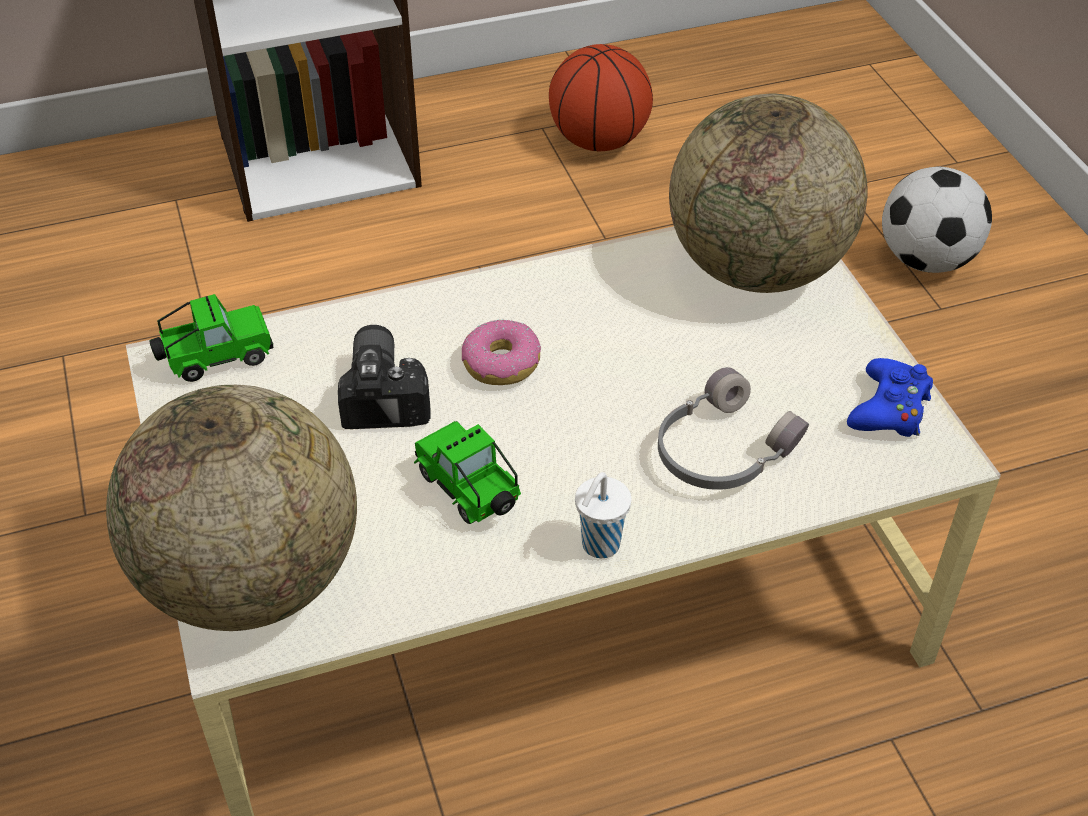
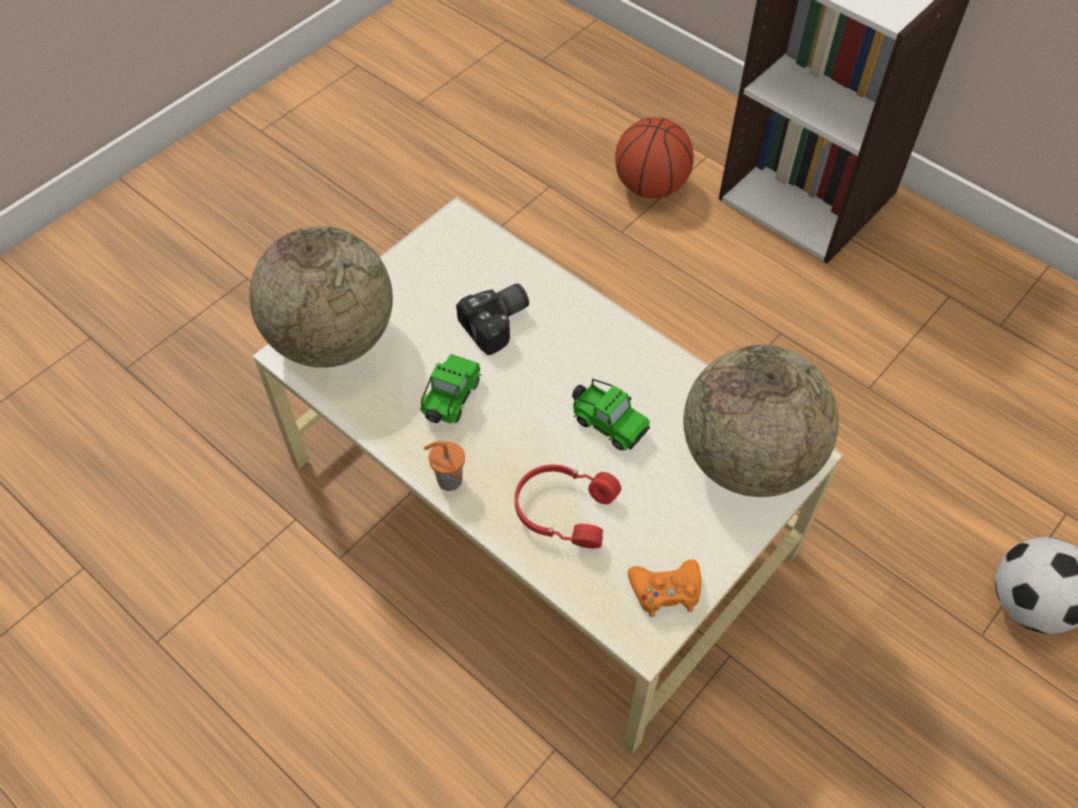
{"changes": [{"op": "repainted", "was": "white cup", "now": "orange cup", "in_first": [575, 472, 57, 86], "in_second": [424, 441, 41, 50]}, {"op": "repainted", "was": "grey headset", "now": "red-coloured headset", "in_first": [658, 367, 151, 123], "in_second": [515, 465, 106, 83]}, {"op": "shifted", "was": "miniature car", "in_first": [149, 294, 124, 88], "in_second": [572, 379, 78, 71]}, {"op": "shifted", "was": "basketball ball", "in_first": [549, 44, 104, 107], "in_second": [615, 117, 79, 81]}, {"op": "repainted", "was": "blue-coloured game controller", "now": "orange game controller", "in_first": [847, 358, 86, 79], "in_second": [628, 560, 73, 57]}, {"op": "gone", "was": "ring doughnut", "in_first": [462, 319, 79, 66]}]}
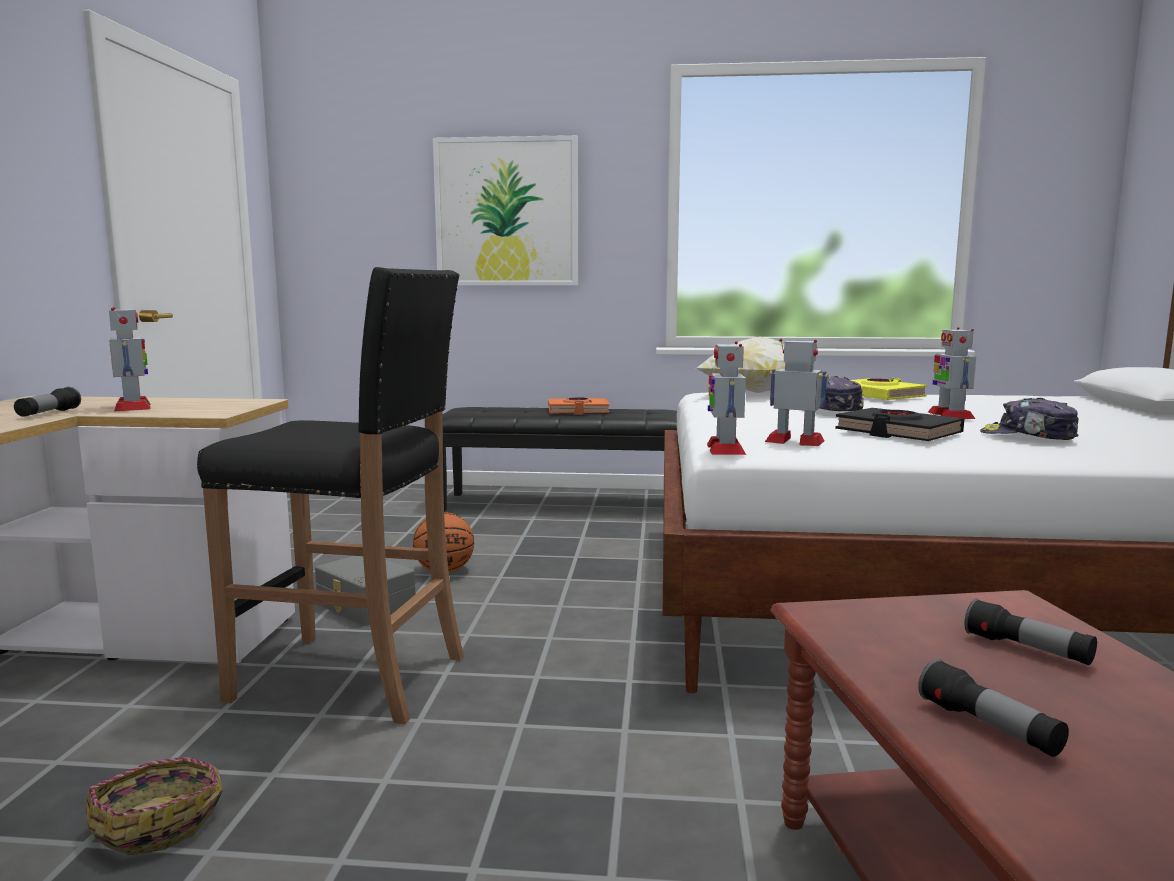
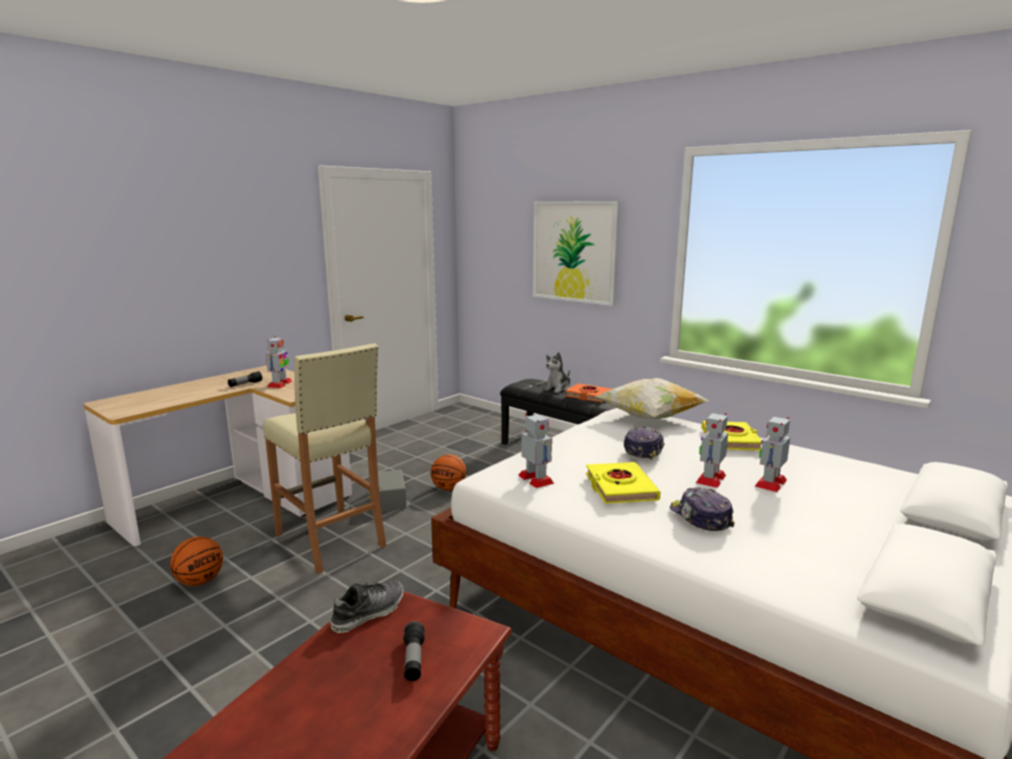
{"changes": [{"op": "swapped", "was": "storage basket", "now": "basketball ball", "in_first": [86, 757, 137, 98], "in_second": [170, 537, 53, 49]}, {"op": "repainted", "was": "blackish sitting stool", "now": "beige sitting stool", "in_first": [197, 267, 267, 457], "in_second": [263, 343, 124, 231]}, {"op": "new", "now": "shoe", "in_second": [330, 579, 74, 54]}, {"op": "new", "now": "plush toy", "in_second": [544, 352, 27, 41]}, {"op": "repainted", "was": "blackish volume", "now": "yellow volume", "in_first": [835, 408, 130, 33], "in_second": [586, 462, 75, 42]}, {"op": "shifted", "was": "robot figure", "in_first": [707, 341, 39, 114], "in_second": [755, 417, 35, 75]}, {"op": "gone", "was": "hand torch", "in_first": [918, 659, 151, 98]}]}
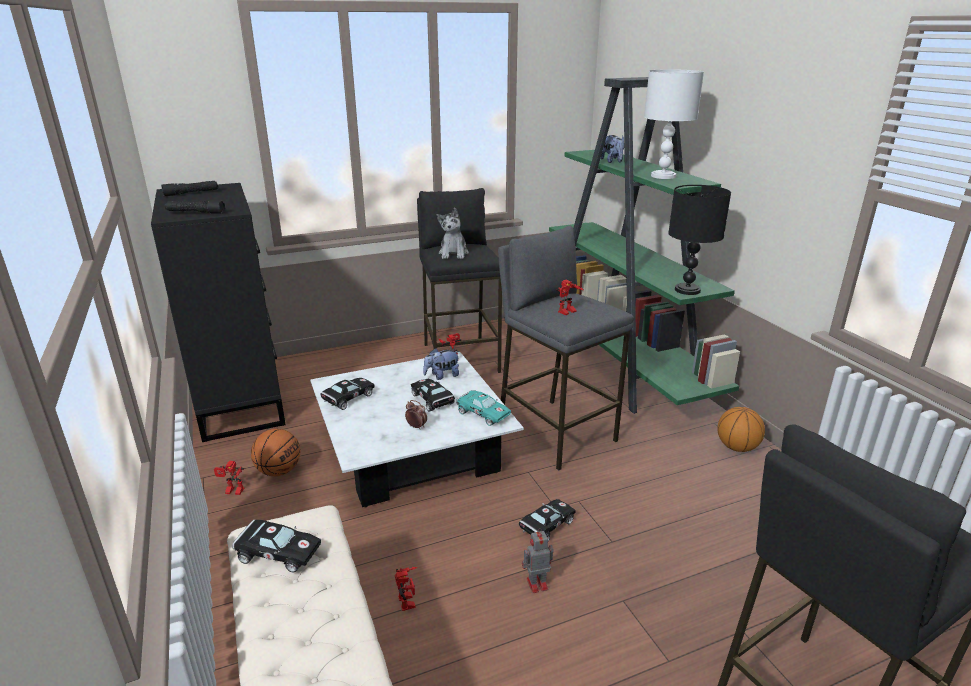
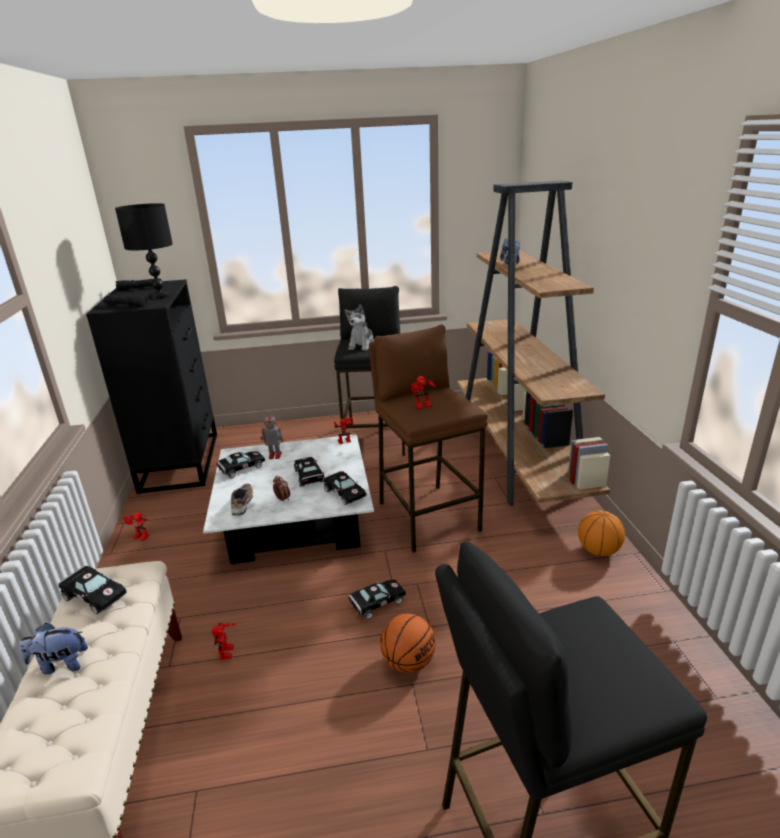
{"changes": [{"op": "shifted", "was": "plush toy", "in_first": [423, 348, 37, 32], "in_second": [19, 623, 69, 52]}, {"op": "shifted", "was": "blackish lamp for a table", "in_first": [668, 185, 63, 110], "in_second": [115, 203, 58, 96]}, {"op": "new", "now": "shoe", "in_second": [231, 483, 22, 33]}, {"op": "shifted", "was": "robot figure", "in_first": [522, 528, 31, 65], "in_second": [260, 413, 23, 46]}, {"op": "repainted", "was": "turquoise miniature car", "now": "blackish miniature car", "in_first": [456, 390, 55, 36], "in_second": [323, 471, 43, 34]}, {"op": "repainted", "was": "grey sitting stool", "now": "brown-coloured sitting stool", "in_first": [498, 225, 136, 245], "in_second": [369, 325, 119, 228]}, {"op": "shifted", "was": "basketball ball", "in_first": [251, 429, 49, 47], "in_second": [380, 614, 56, 59]}, {"op": "repainted", "was": "greenish shelving unit", "now": "brown-coloured shelving unit", "in_first": [549, 77, 191, 337], "in_second": [457, 180, 154, 326]}, {"op": "gone", "was": "white lamp for a table", "in_first": [644, 69, 60, 110]}]}
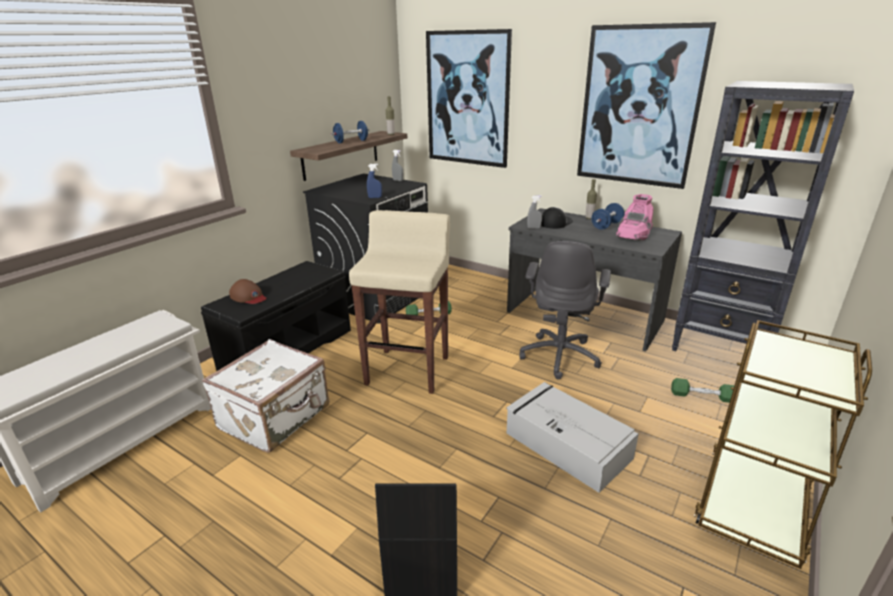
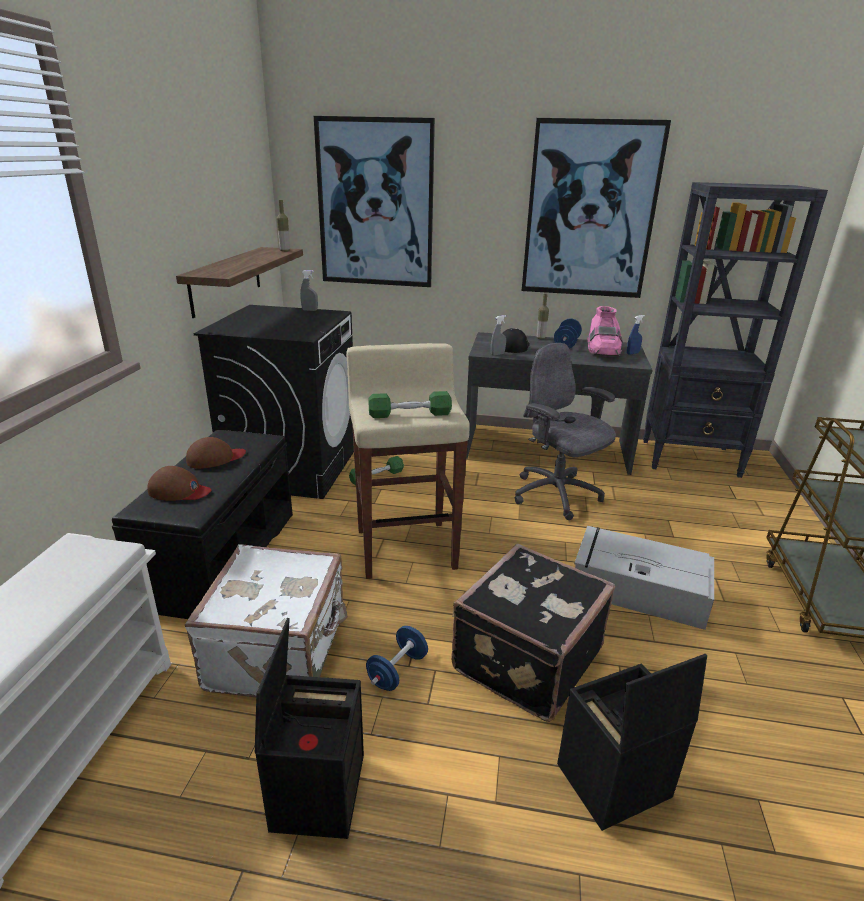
{"changes": [{"op": "new", "now": "brown-coloured cap", "in_second": [186, 437, 60, 32]}, {"op": "new", "now": "blackish storage bin", "in_second": [255, 618, 109, 221]}, {"op": "shifted", "was": "blue-coloured free weight", "in_first": [331, 121, 39, 22], "in_second": [366, 626, 62, 65]}, {"op": "shifted", "was": "greenish free weight", "in_first": [671, 378, 64, 25], "in_second": [368, 391, 84, 27]}, {"op": "new", "now": "blackish travel case", "in_second": [451, 544, 164, 178]}, {"op": "rotated", "was": "grey desk chair", "in_first": [519, 241, 92, 139], "in_second": [515, 343, 101, 177], "clockwise": 150}, {"op": "shifted", "was": "blue-coloured sprayer", "in_first": [367, 164, 15, 34], "in_second": [627, 315, 18, 40]}]}
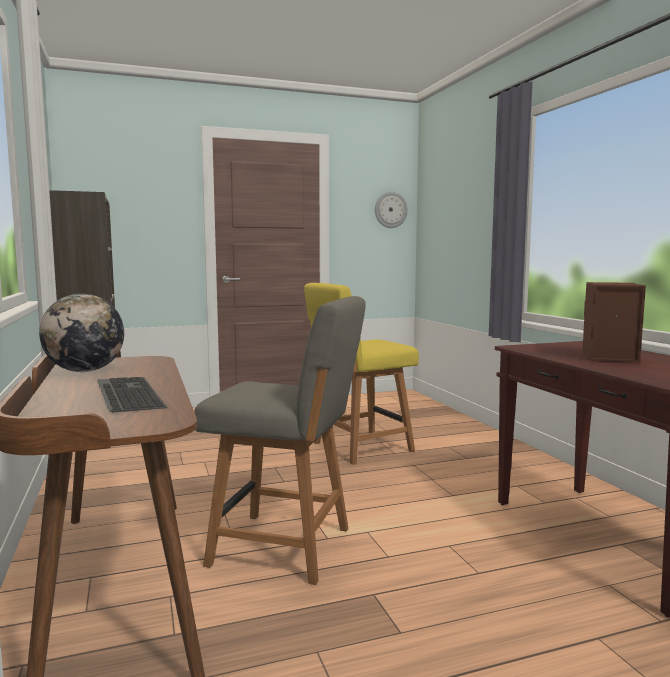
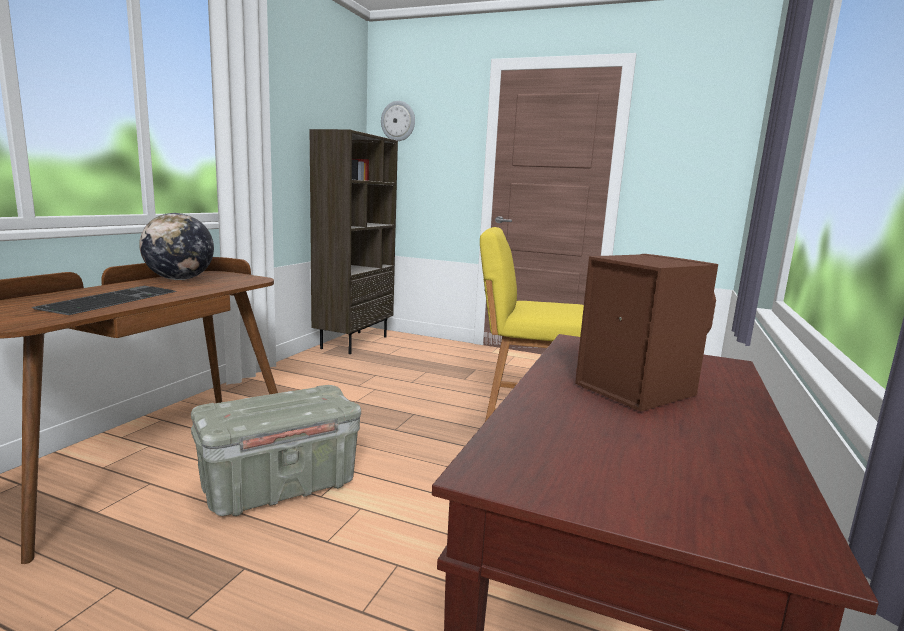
{"changes": [{"op": "swapped", "was": "grey plain chair", "now": "grey storage bin", "in_first": [194, 296, 171, 289], "in_second": [191, 385, 170, 131]}, {"op": "shifted", "was": "hanging clock", "in_first": [375, 192, 33, 36], "in_second": [381, 101, 34, 40]}]}
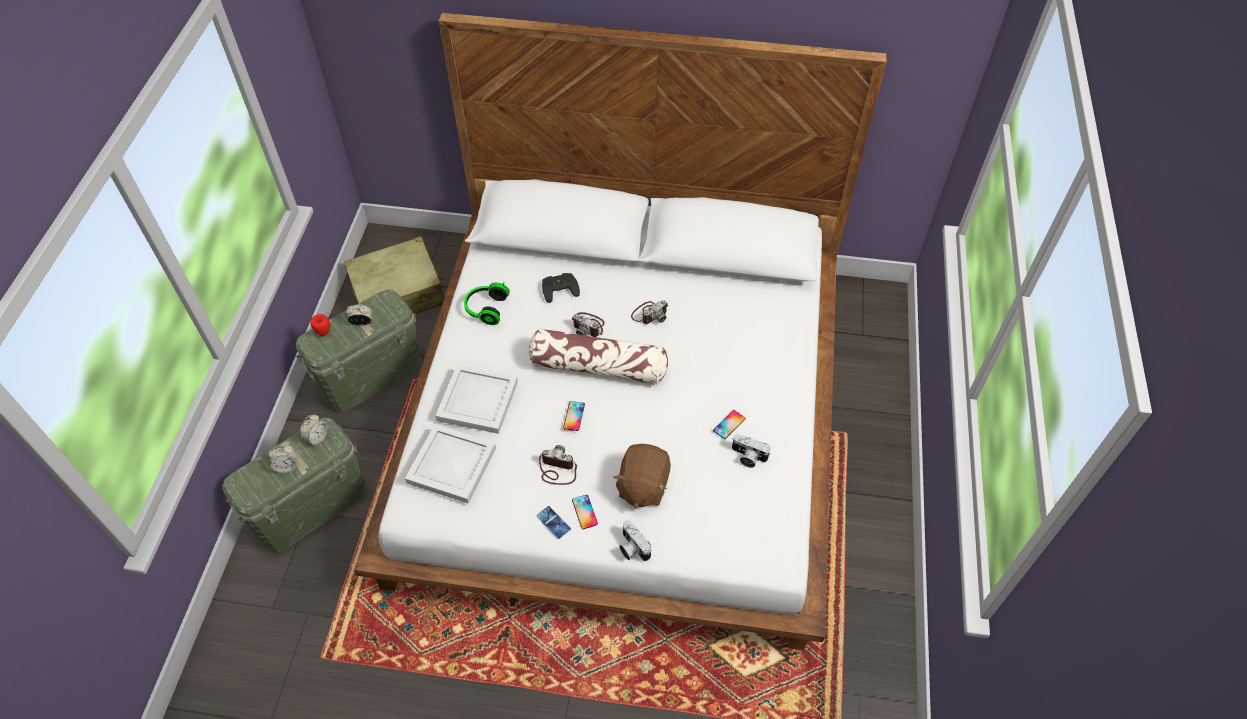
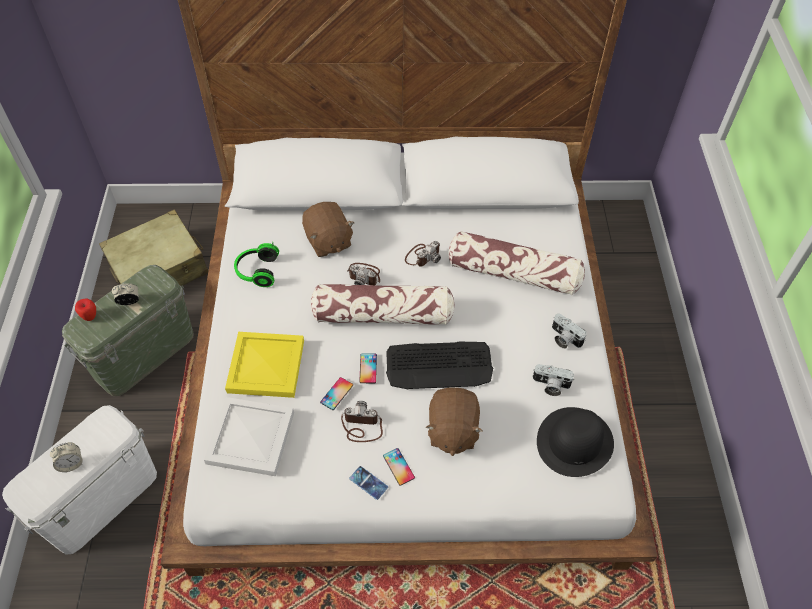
{"changes": [{"op": "repainted", "was": "greenish storage bin", "now": "white storage bin", "in_first": [222, 418, 144, 135], "in_second": [2, 405, 155, 150]}, {"op": "repainted", "was": "white tray", "now": "yellow tray", "in_first": [436, 364, 82, 70], "in_second": [225, 332, 79, 66]}, {"op": "swapped", "was": "blackish game controller", "now": "brown-coloured plush toy", "in_first": [542, 273, 38, 30], "in_second": [302, 202, 52, 55]}, {"op": "shifted", "was": "phone", "in_first": [713, 410, 33, 29], "in_second": [320, 377, 33, 33]}, {"op": "new", "now": "keyboard", "in_second": [386, 342, 107, 47]}, {"op": "new", "now": "cushion", "in_second": [448, 231, 137, 64]}, {"op": "new", "now": "blackish wearable hat", "in_second": [537, 407, 77, 70]}, {"op": "shifted", "was": "still camera", "in_first": [620, 520, 31, 41], "in_second": [552, 314, 35, 35]}, {"op": "gone", "was": "bedside clock", "in_first": [300, 415, 28, 30]}]}
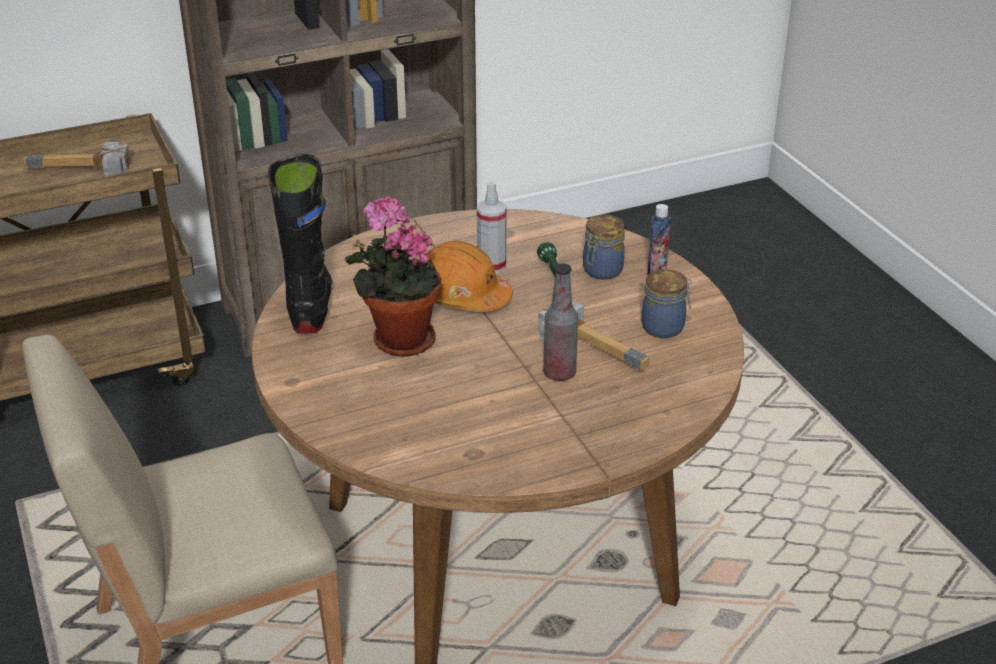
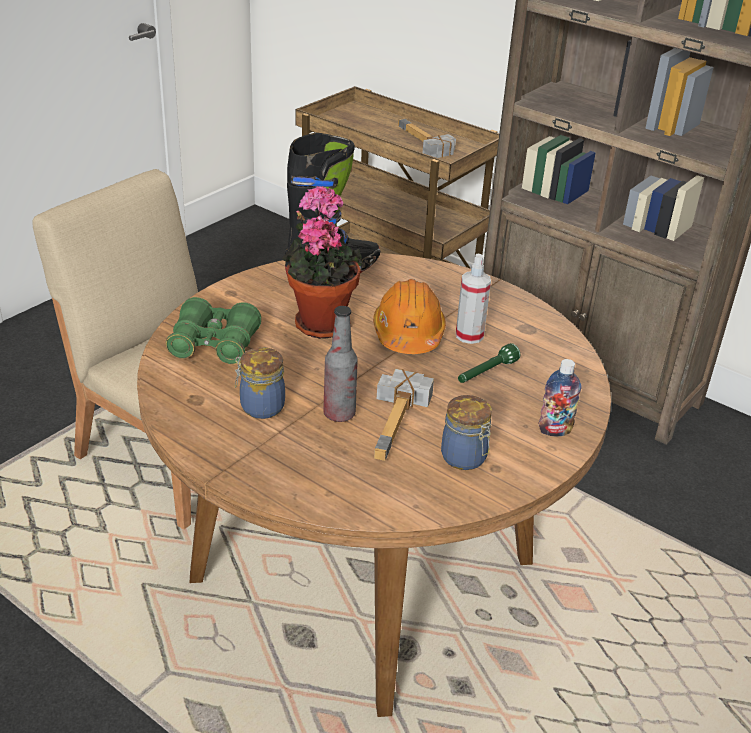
{"changes": [{"op": "new", "now": "greenish field glasses", "in_second": [166, 297, 95, 67]}, {"op": "shifted", "was": "preserve jar", "in_first": [583, 214, 42, 66], "in_second": [235, 347, 50, 72]}]}
